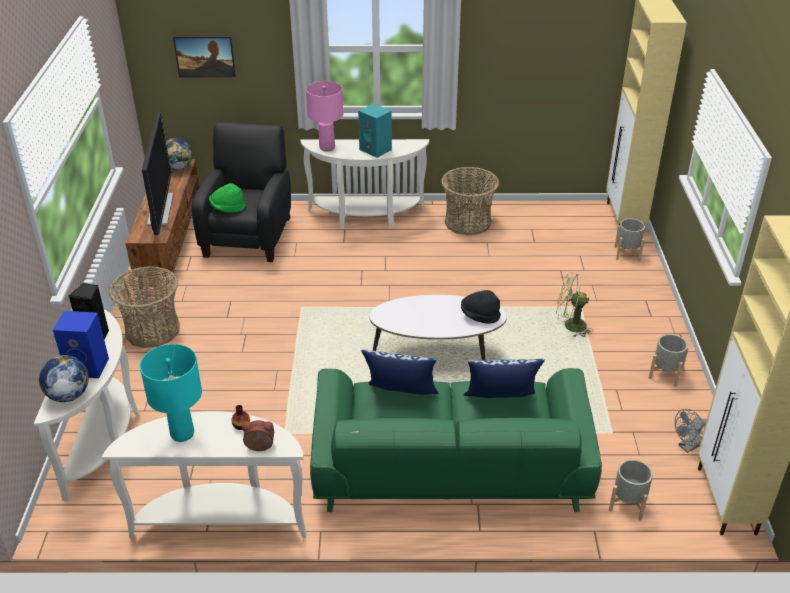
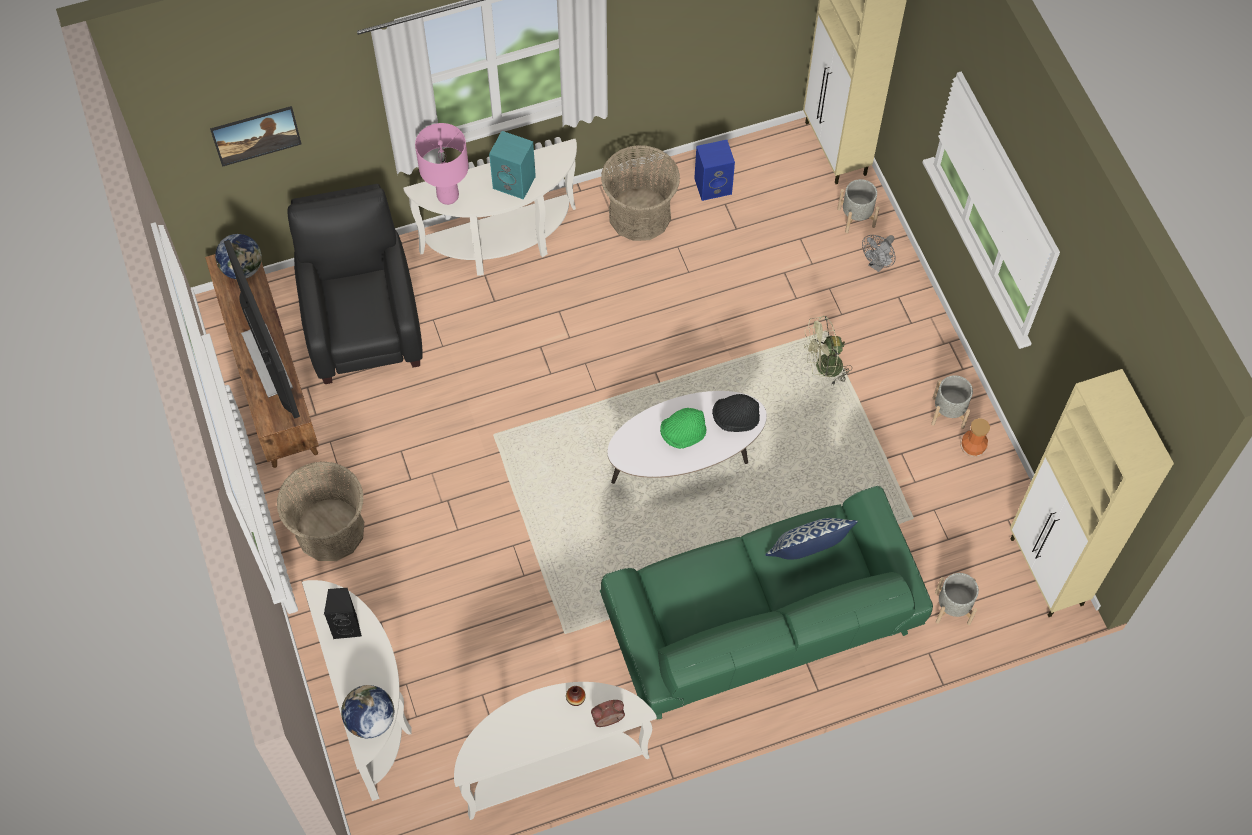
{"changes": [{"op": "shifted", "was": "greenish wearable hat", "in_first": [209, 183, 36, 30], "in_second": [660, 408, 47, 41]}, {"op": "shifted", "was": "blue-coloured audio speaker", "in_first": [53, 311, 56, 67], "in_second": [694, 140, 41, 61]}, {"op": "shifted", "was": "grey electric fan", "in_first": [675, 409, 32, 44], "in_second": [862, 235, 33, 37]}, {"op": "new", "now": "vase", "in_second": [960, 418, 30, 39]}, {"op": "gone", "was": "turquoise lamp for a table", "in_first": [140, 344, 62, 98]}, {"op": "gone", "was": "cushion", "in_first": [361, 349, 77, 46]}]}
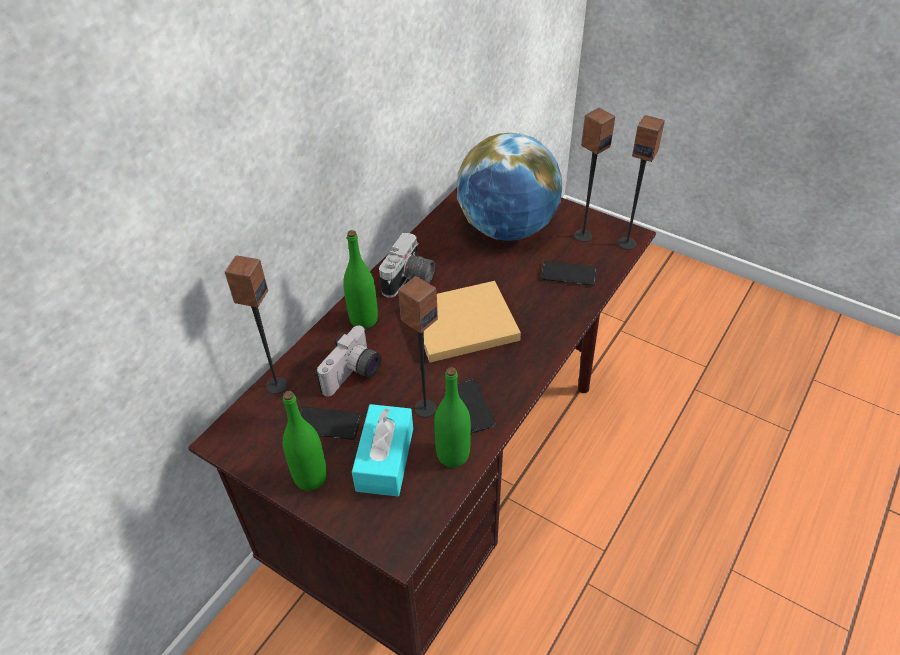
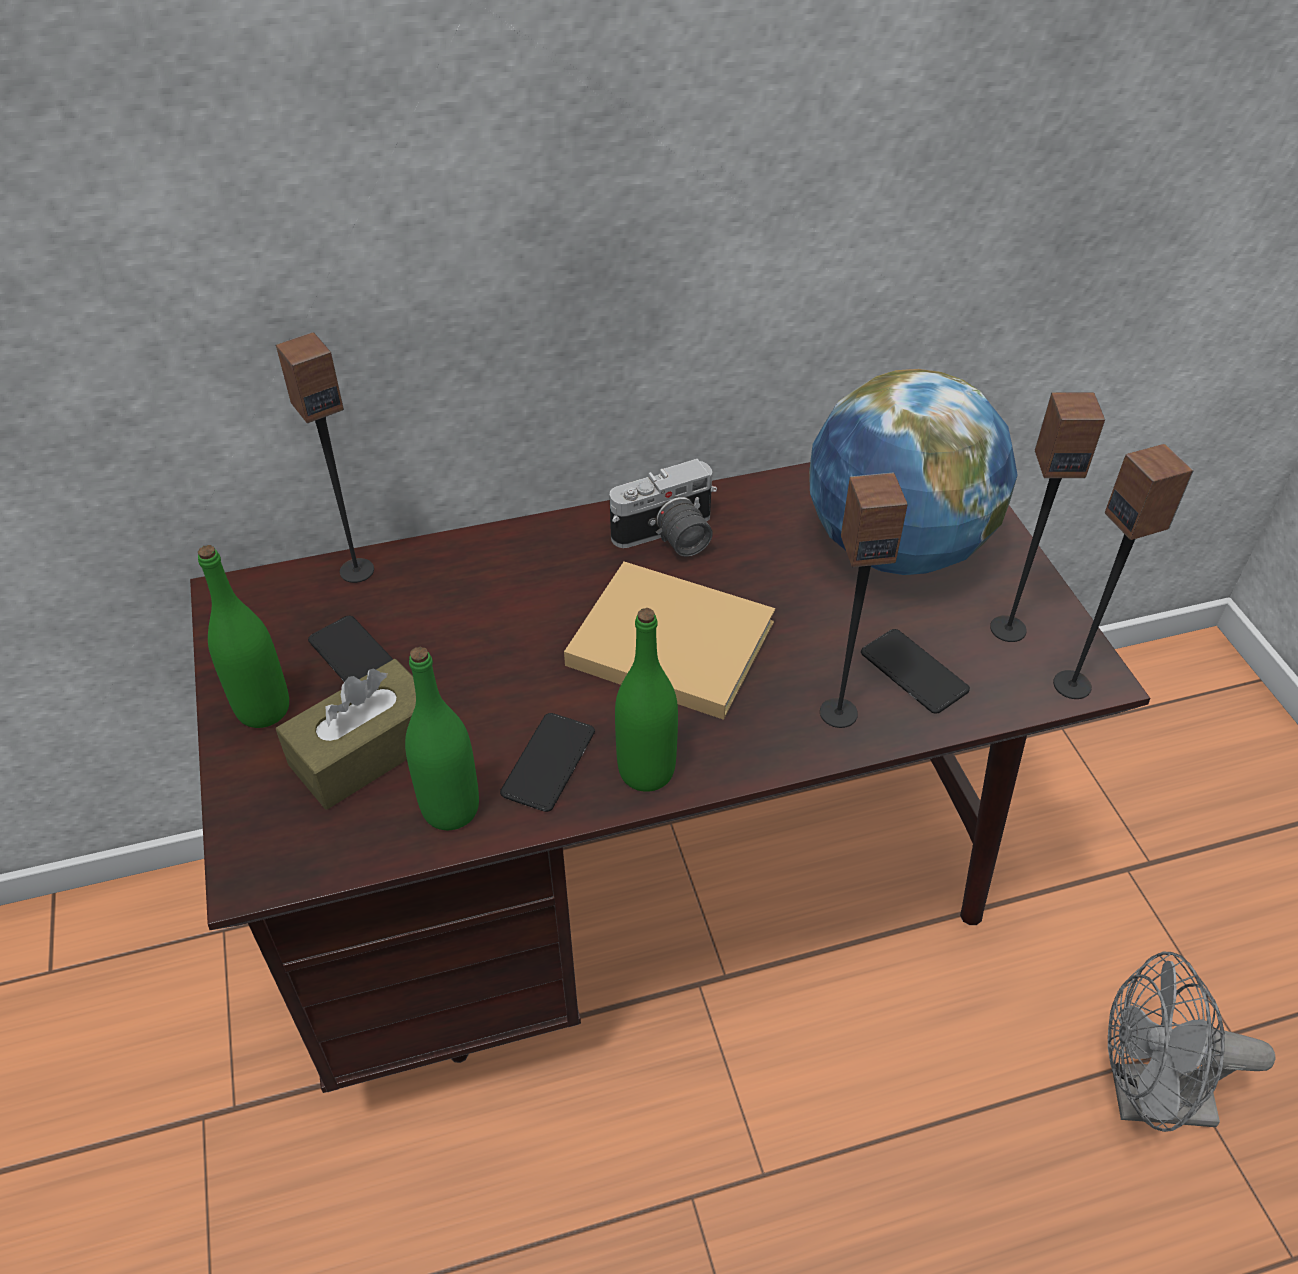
{"changes": [{"op": "repainted", "was": "turquoise tissue box", "now": "brown-coloured tissue box", "in_first": [352, 404, 61, 93], "in_second": [276, 659, 140, 150]}, {"op": "shifted", "was": "greenish drink bottle", "in_first": [343, 230, 35, 99], "in_second": [615, 608, 63, 184]}, {"op": "shifted", "was": "audio speaker", "in_first": [398, 276, 40, 141], "in_second": [820, 472, 88, 256]}, {"op": "new", "now": "grey electric fan", "in_second": [1108, 952, 167, 180]}, {"op": "gone", "was": "still camera", "in_first": [315, 326, 67, 70]}]}
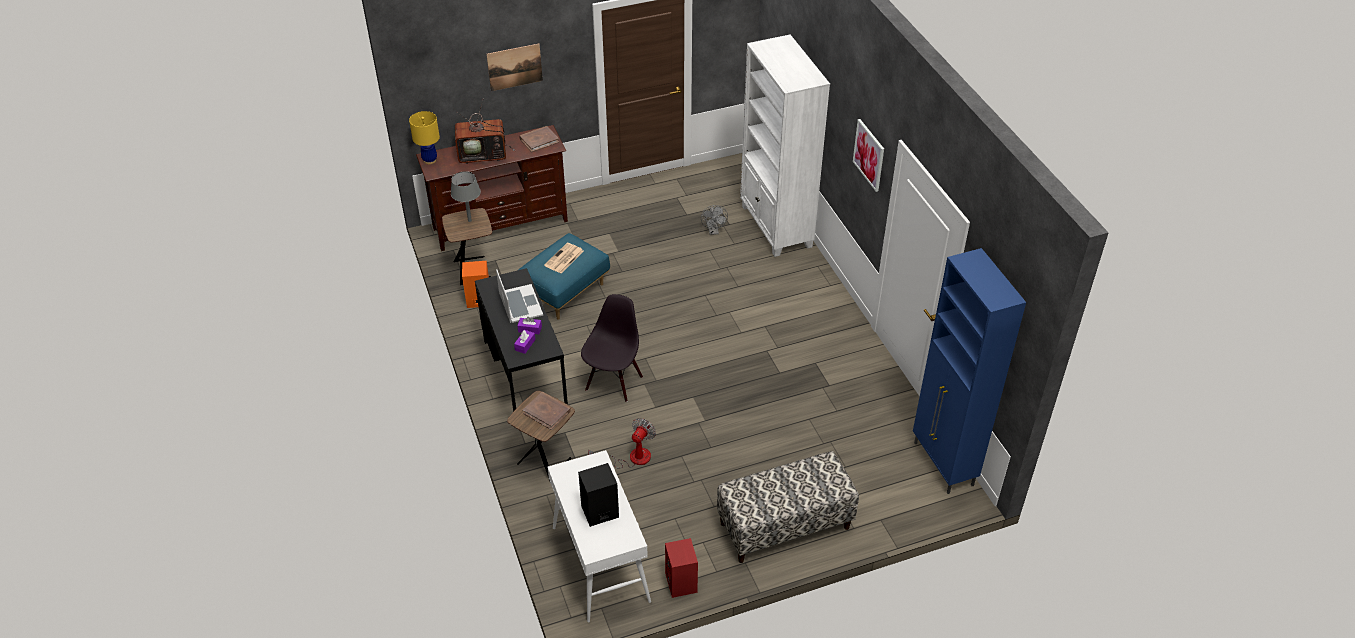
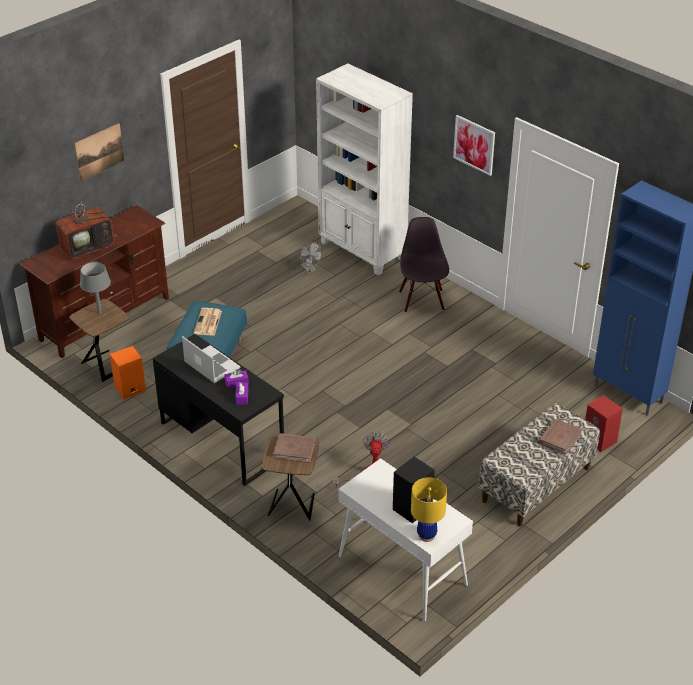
{"changes": [{"op": "shifted", "was": "blackish plain chair", "in_first": [581, 294, 62, 108], "in_second": [399, 217, 50, 96]}, {"op": "shifted", "was": "yellow lamp for a table", "in_first": [409, 111, 31, 53], "in_second": [411, 477, 36, 65]}, {"op": "shifted", "was": "brown-coloured volume", "in_first": [520, 126, 39, 26], "in_second": [539, 419, 43, 35]}, {"op": "shifted", "was": "red-coloured audio speaker", "in_first": [665, 538, 33, 60], "in_second": [585, 395, 38, 57]}]}
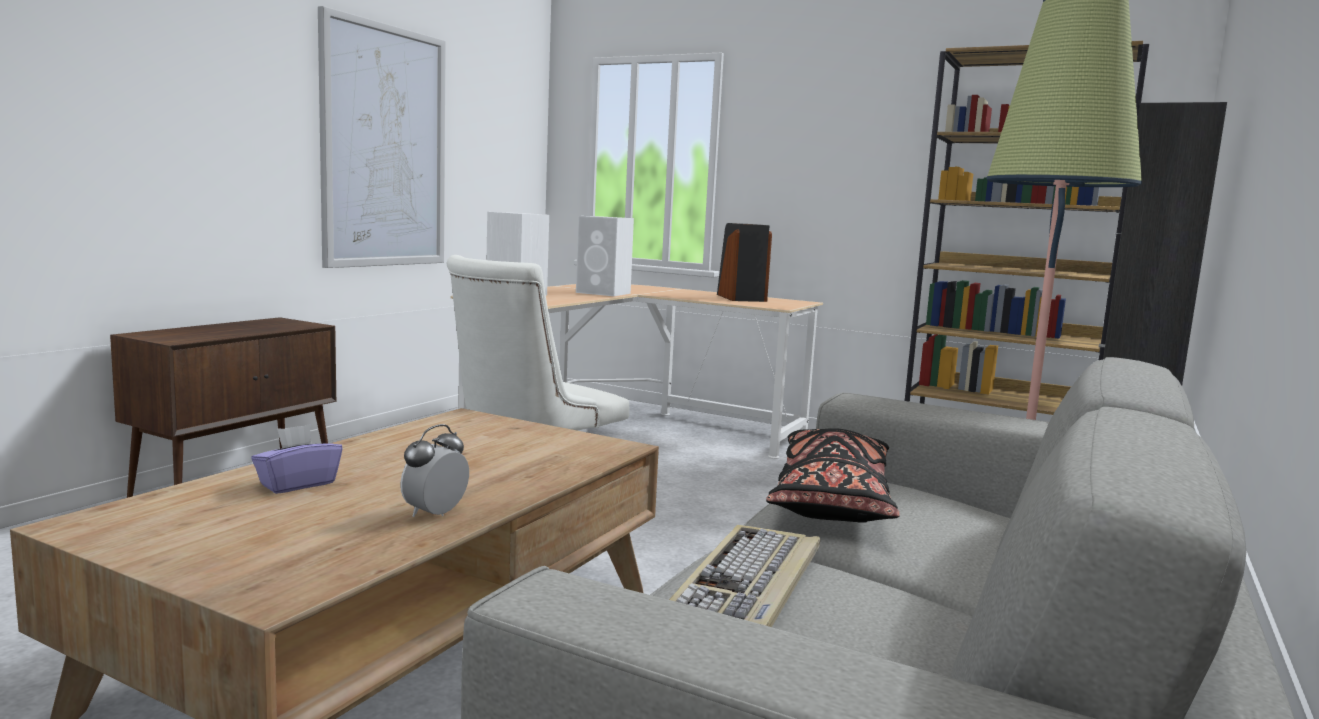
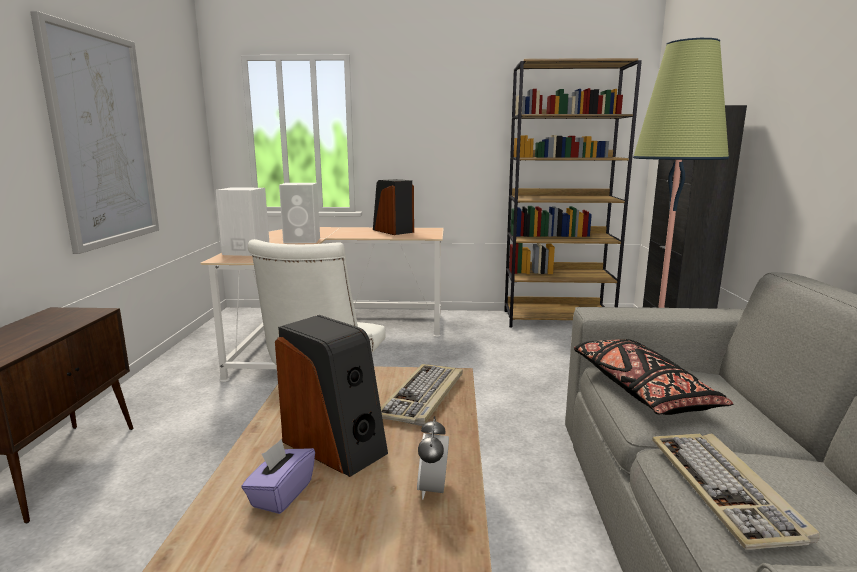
{"changes": [{"op": "new", "now": "audio speaker", "in_second": [275, 315, 113, 162]}, {"op": "new", "now": "keyboard", "in_second": [381, 364, 82, 62]}]}
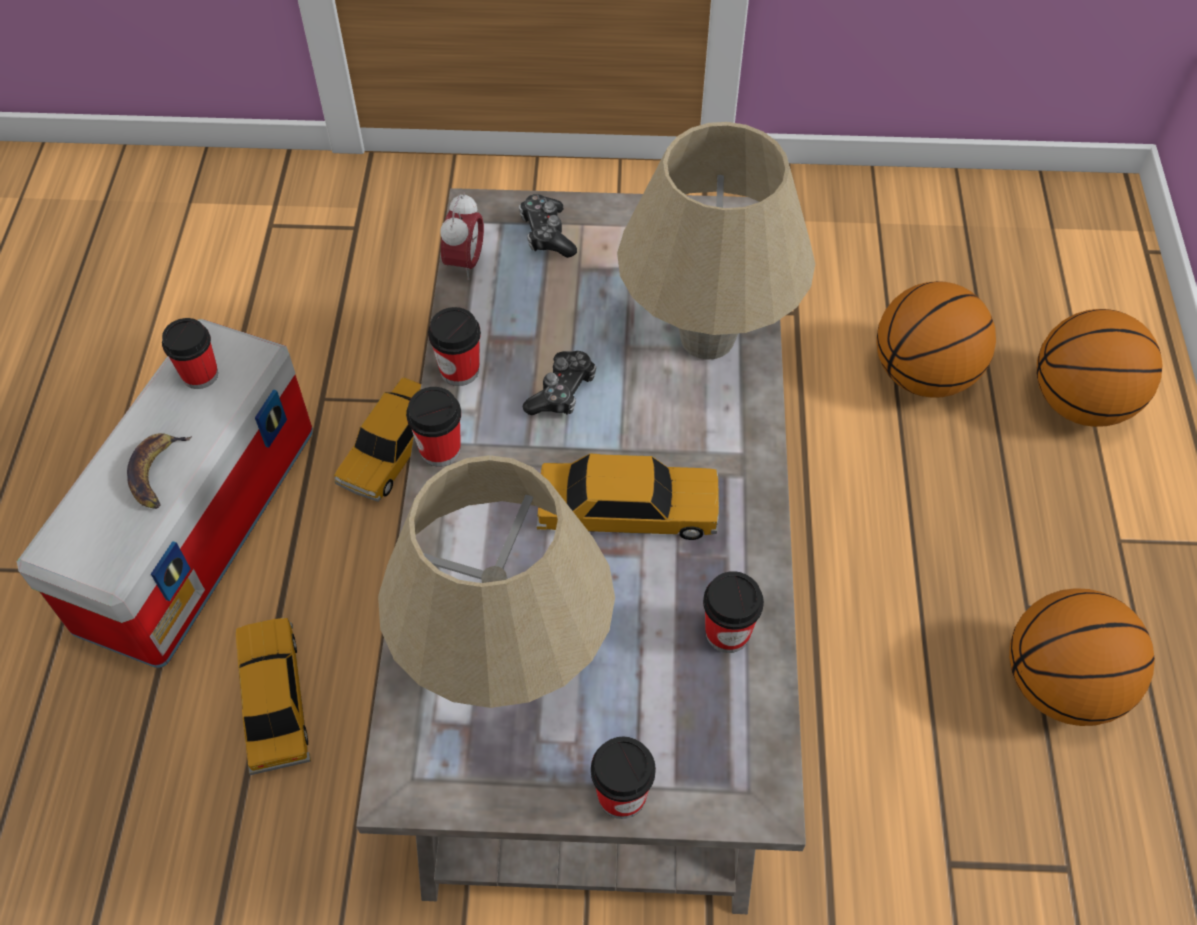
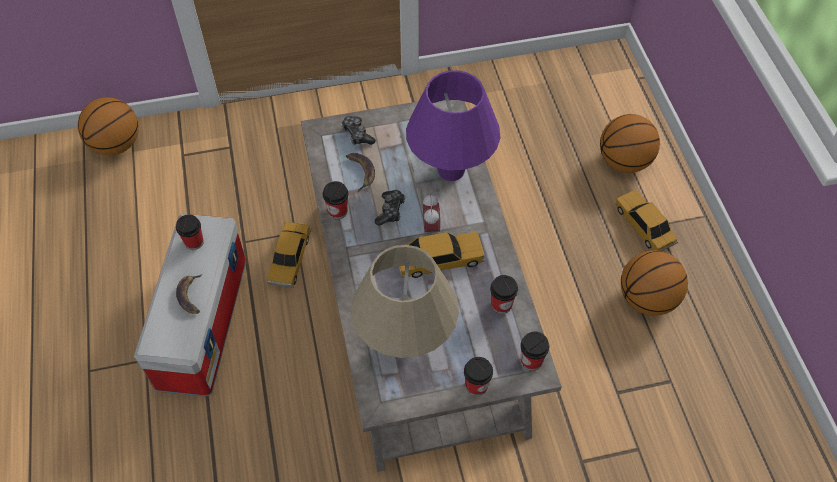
{"changes": [{"op": "shifted", "was": "basketball ball", "in_first": [876, 281, 120, 117], "in_second": [78, 97, 61, 58]}, {"op": "new", "now": "banana", "in_second": [346, 153, 29, 39]}, {"op": "repainted", "was": "beige lamp for a table", "now": "purple lamp for a table", "in_first": [617, 122, 198, 238], "in_second": [406, 70, 94, 111]}, {"op": "shifted", "was": "bedside clock", "in_first": [441, 192, 43, 88], "in_second": [423, 194, 17, 40]}, {"op": "shifted", "was": "cup", "in_first": [406, 387, 55, 80], "in_second": [520, 332, 29, 39]}, {"op": "shifted", "was": "miniature car", "in_first": [236, 618, 75, 157], "in_second": [615, 190, 63, 61]}]}
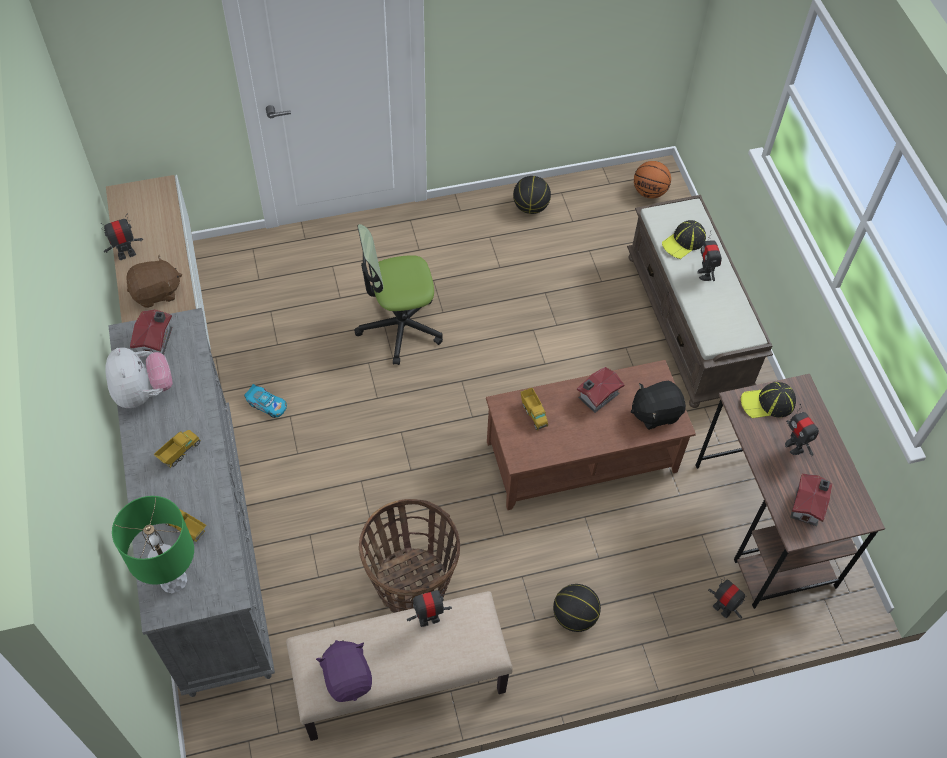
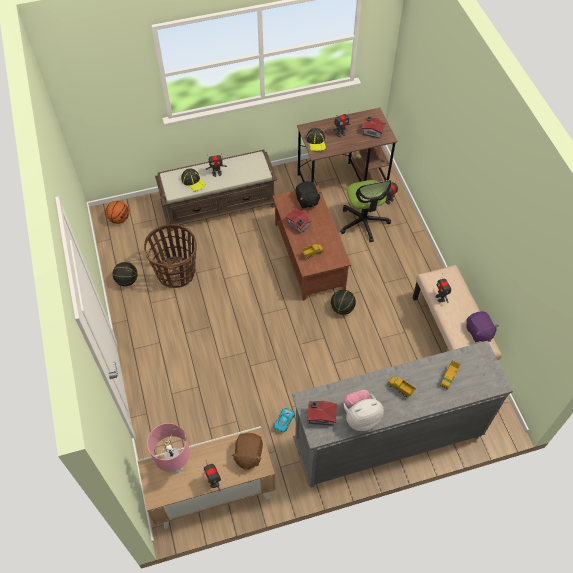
{"changes": [{"op": "shifted", "was": "storage basket", "in_first": [359, 499, 101, 114], "in_second": [144, 224, 53, 64]}, {"op": "new", "now": "pink-coloured lamp for a table", "in_second": [147, 423, 43, 51]}, {"op": "rotated", "was": "brown-coloured plush toy", "in_first": [126, 254, 56, 54], "in_second": [232, 433, 31, 38], "clockwise": -150}, {"op": "shifted", "was": "basketball ball", "in_first": [553, 584, 48, 48], "in_second": [331, 290, 25, 25]}, {"op": "shifted", "was": "desk chair", "in_first": [354, 224, 89, 141], "in_second": [340, 180, 51, 62]}, {"op": "rotated", "was": "purple plush toy", "in_first": [316, 640, 56, 62], "in_second": [466, 312, 33, 30], "clockwise": -90}, {"op": "gone", "was": "greenish lamp for a table", "in_first": [112, 496, 82, 98]}]}
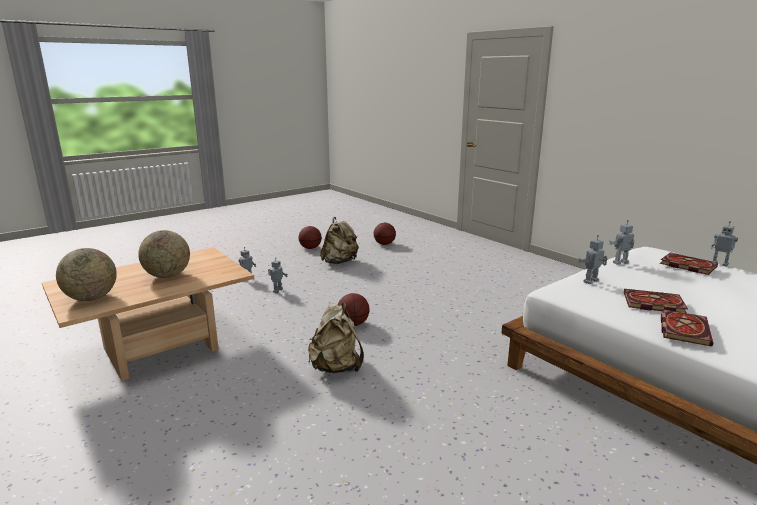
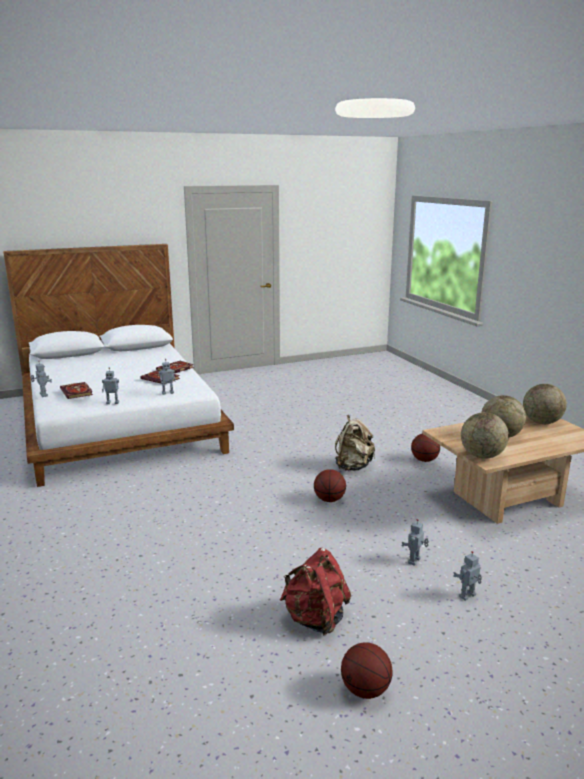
{"changes": [{"op": "repainted", "was": "beige rucksack", "now": "red-coloured rucksack", "in_first": [320, 217, 39, 47], "in_second": [280, 548, 71, 88]}, {"op": "shifted", "was": "basketball ball", "in_first": [374, 223, 22, 22], "in_second": [411, 434, 29, 28]}, {"op": "new", "now": "desk globe", "in_second": [461, 412, 48, 47]}]}
